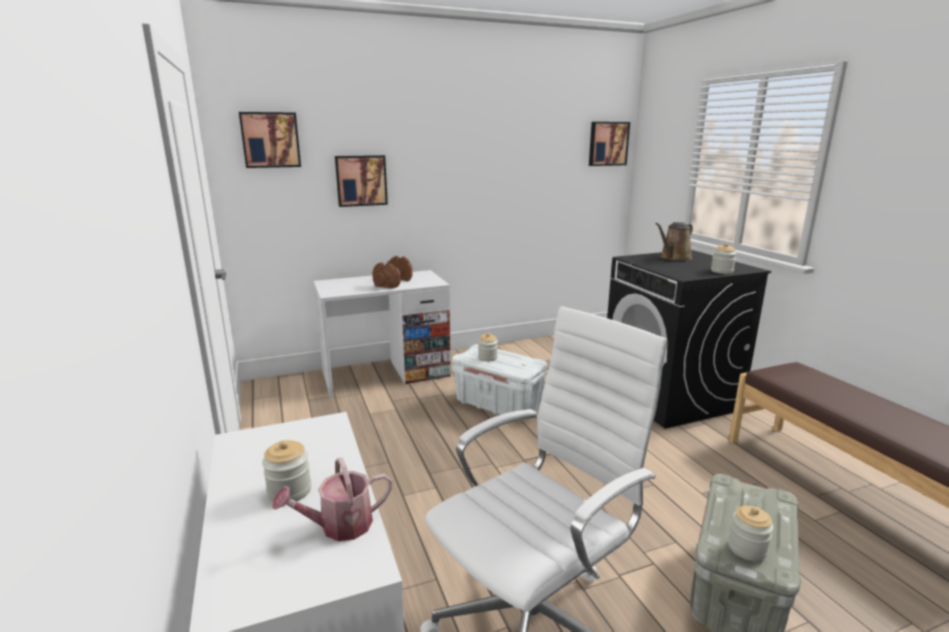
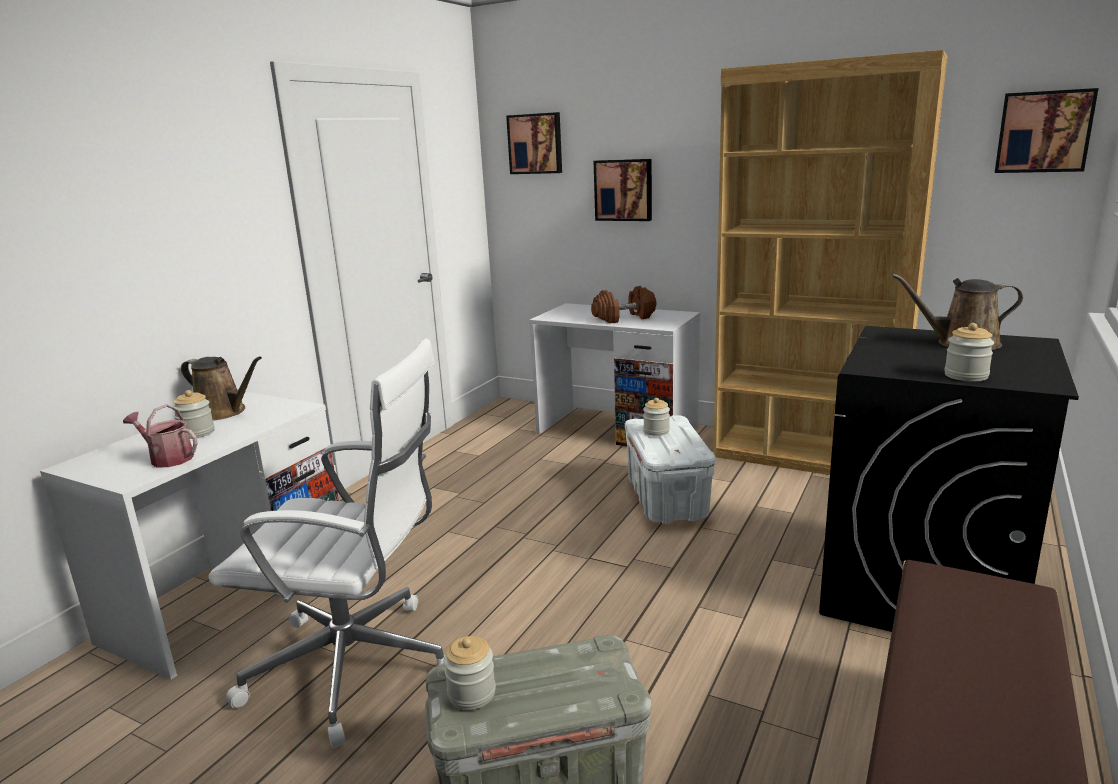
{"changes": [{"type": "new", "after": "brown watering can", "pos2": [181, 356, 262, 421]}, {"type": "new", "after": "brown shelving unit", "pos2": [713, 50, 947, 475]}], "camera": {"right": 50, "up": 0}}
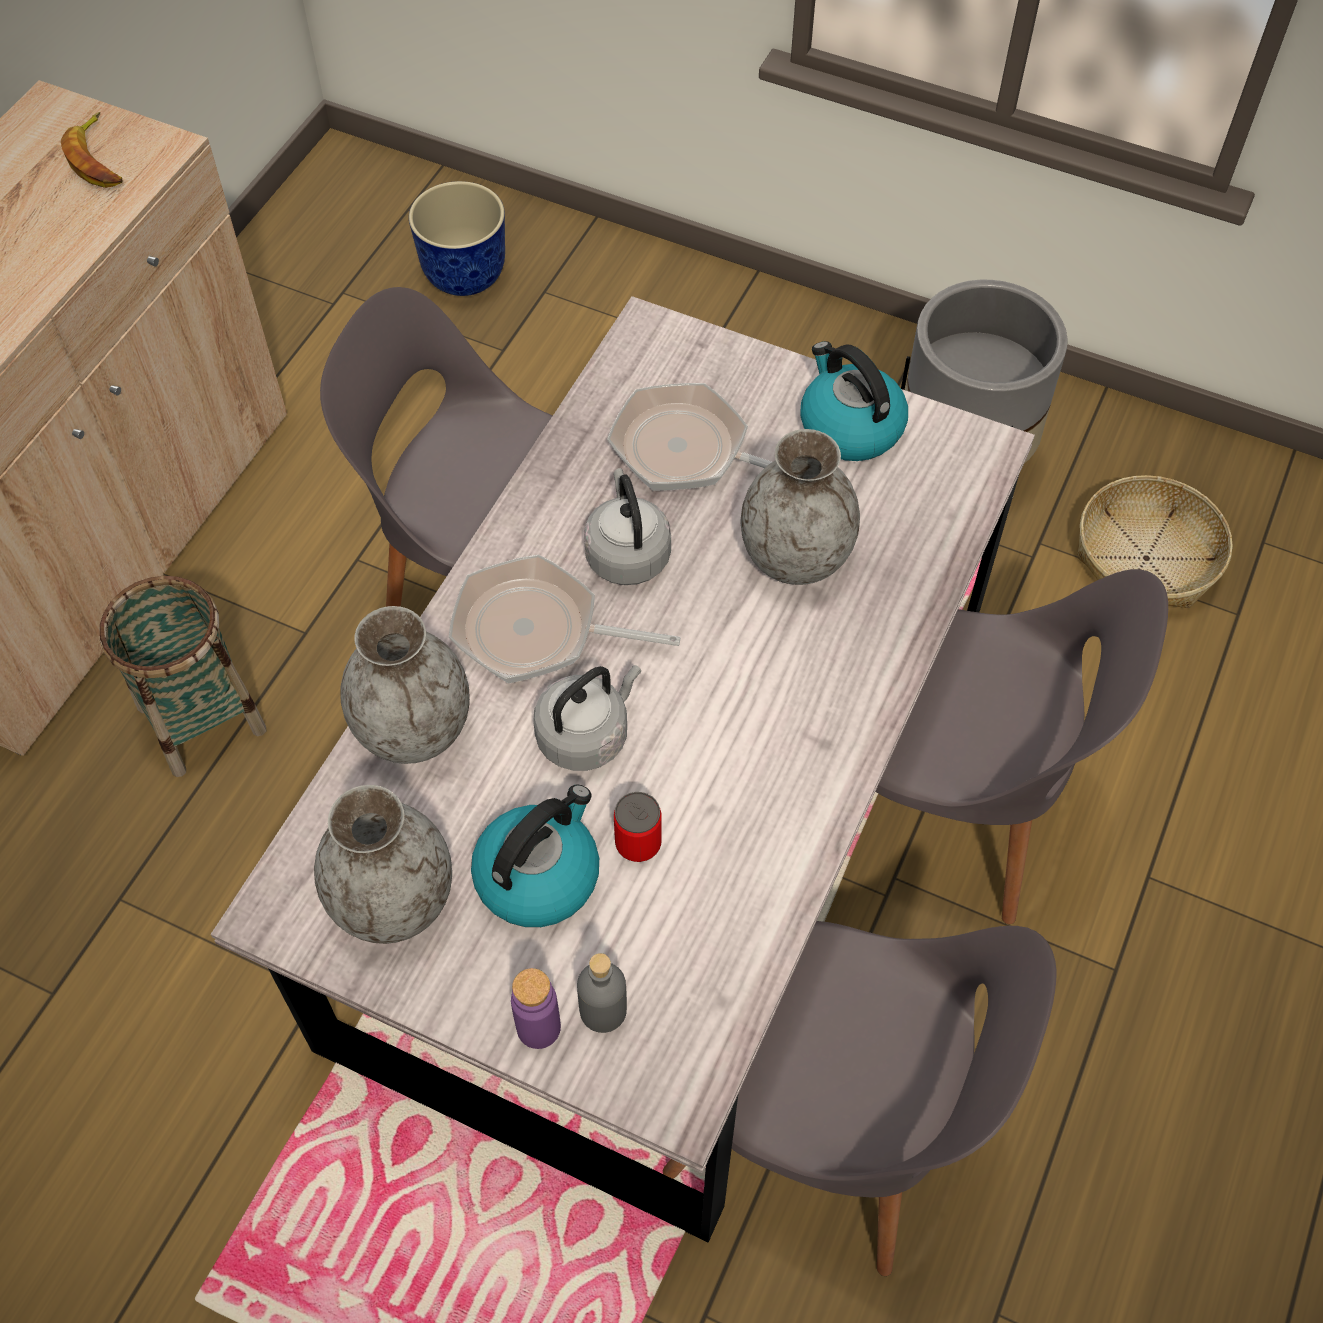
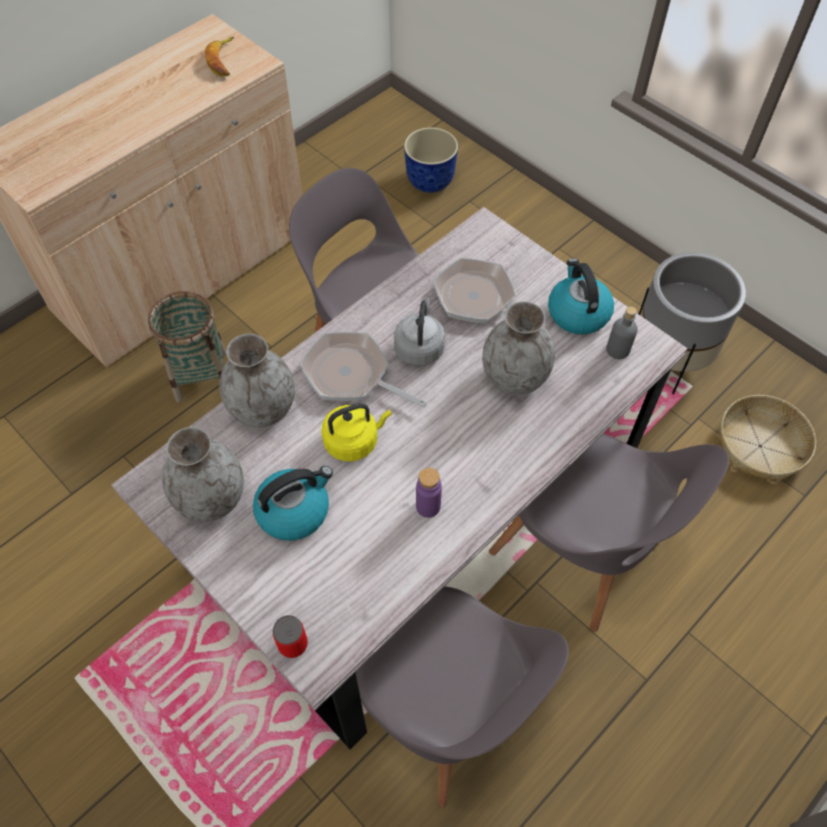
{"changes": [{"type": "shifted", "before": "purple-coloured beverage bottle", "pos1": [511, 968, 561, 1049], "pos2": [416, 468, 442, 518]}, {"type": "shifted", "before": "greyish beverage bottle", "pos1": [577, 953, 627, 1033], "pos2": [606, 306, 638, 359]}, {"type": "shifted", "before": "sealed can", "pos1": [614, 792, 662, 862], "pos2": [273, 615, 308, 658]}, {"type": "repainted", "before": "greyish water kettle", "after": "yellowish water kettle", "pos1": [533, 665, 641, 771], "pos2": [321, 403, 392, 461]}], "camera": {"right": 20, "up": 0}}
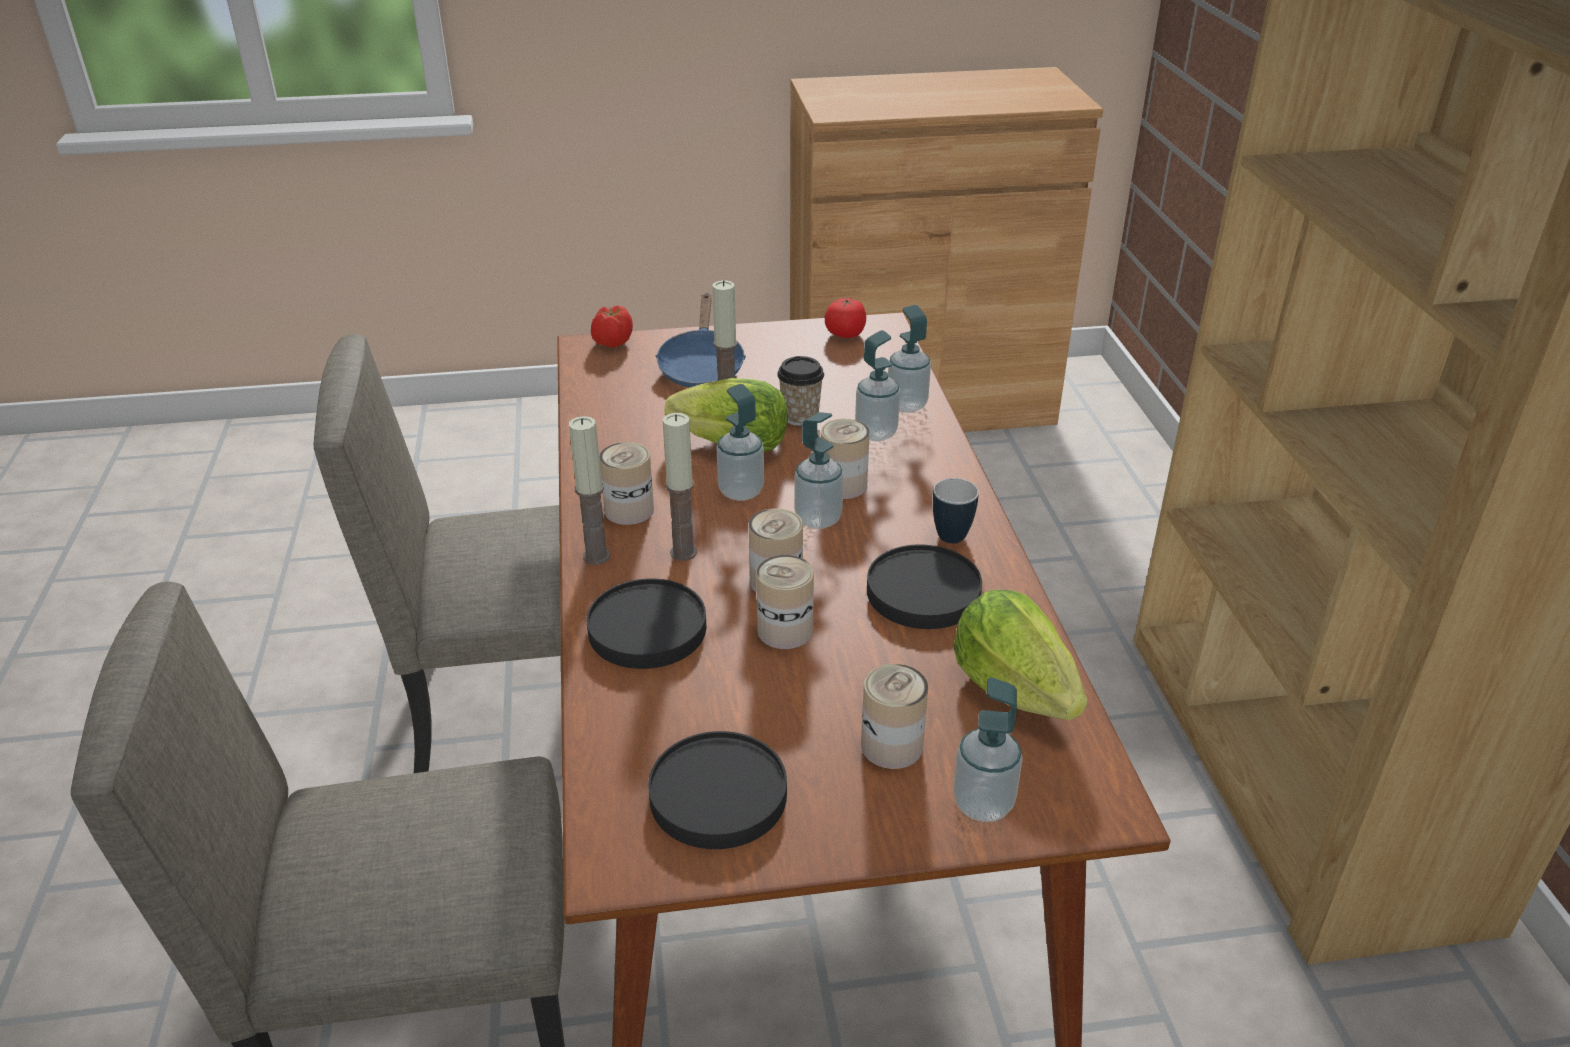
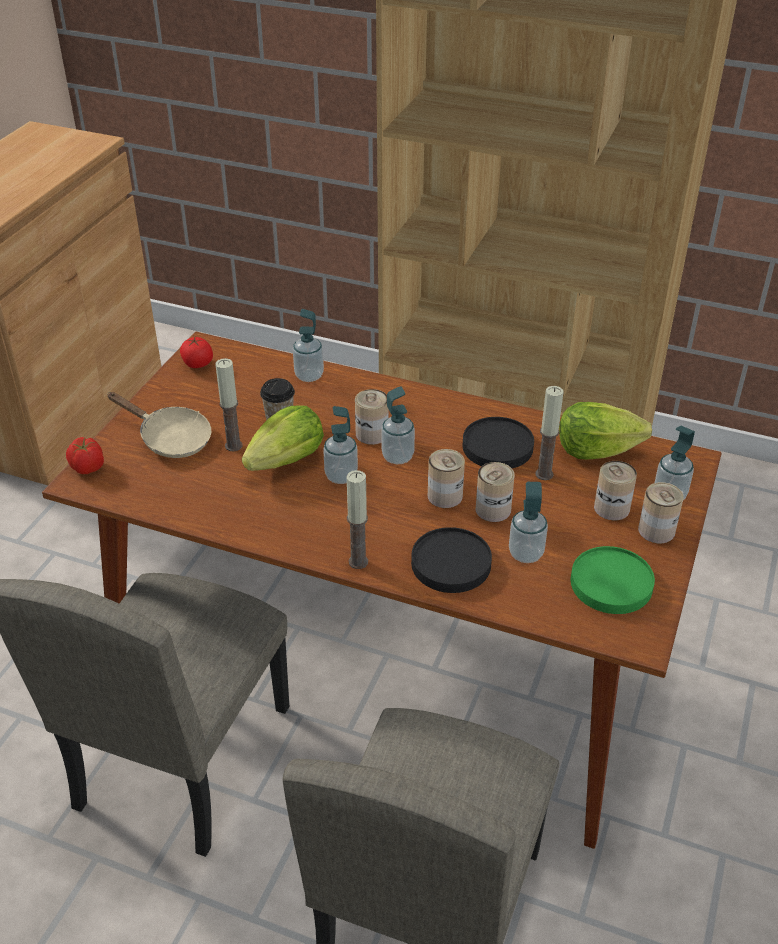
{"changes": [{"type": "gone", "before": "tea mug", "pos1": [933, 478, 979, 543]}, {"type": "shifted", "before": "sealed can", "pos1": [599, 442, 654, 525], "pos2": [638, 482, 684, 543]}, {"type": "shifted", "before": "wax light", "pos1": [663, 413, 697, 561], "pos2": [535, 386, 564, 480]}, {"type": "shifted", "before": "liquid soap bottle", "pos1": [855, 330, 900, 441], "pos2": [509, 482, 548, 563]}, {"type": "repainted", "before": "black-coloured plate", "after": "green-coloured plate", "pos1": [648, 731, 787, 849], "pos2": [571, 546, 655, 614]}, {"type": "repainted", "before": "bluish skillet", "after": "sand-coloured skillet", "pos1": [655, 293, 746, 387], "pos2": [107, 392, 211, 458]}], "camera": {"right": -60, "up": 5}}
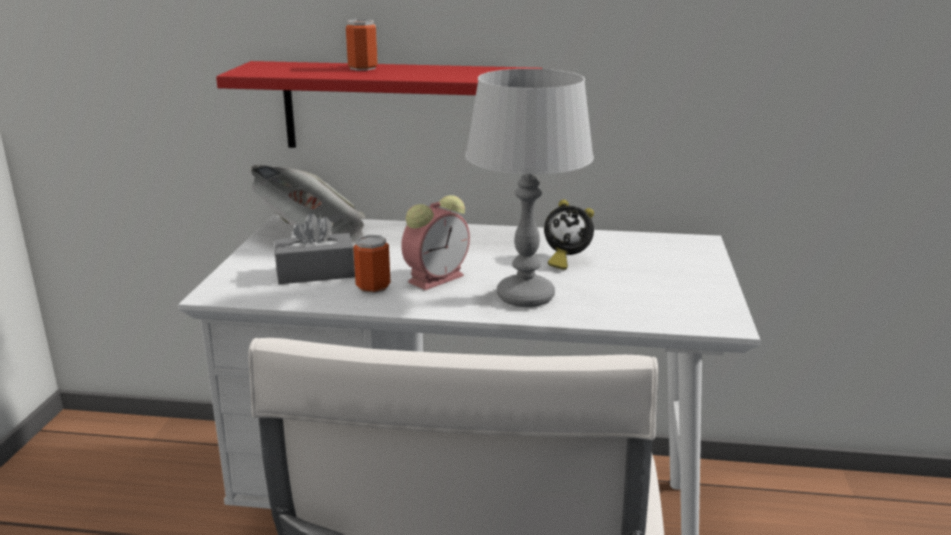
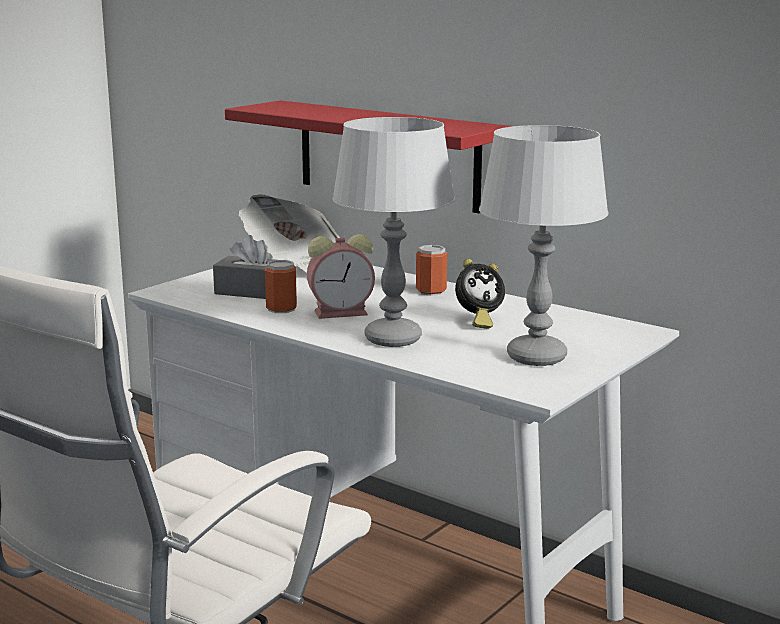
{"changes": [{"type": "new", "after": "greyish table lamp", "pos2": [479, 125, 609, 366]}, {"type": "shifted", "before": "sealed can", "pos1": [346, 19, 378, 70], "pos2": [416, 245, 447, 296]}, {"type": "rotated", "before": "alarm clock", "pos1": [544, 200, 594, 270], "pos2": [455, 259, 505, 329], "turn": -60}], "camera": {"right": 30, "up": -5}}
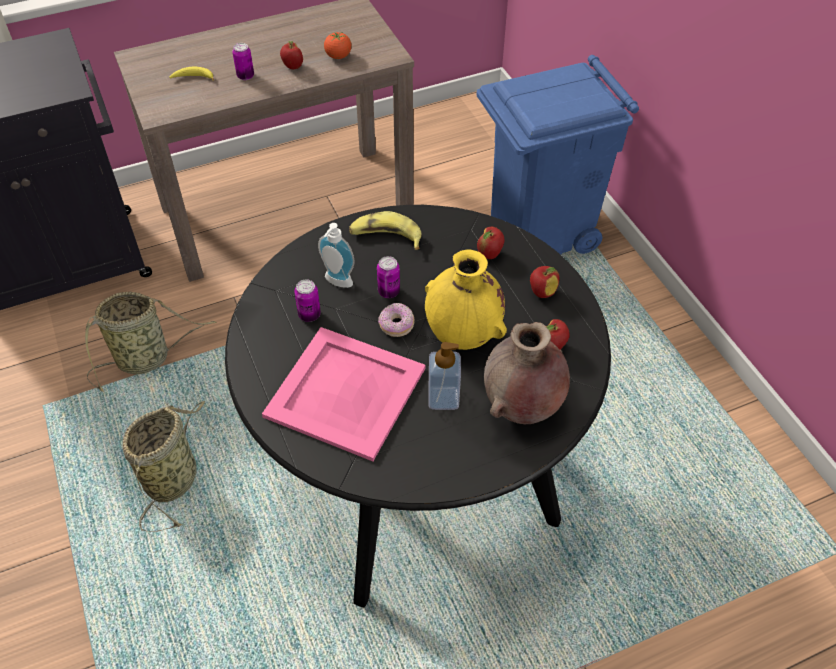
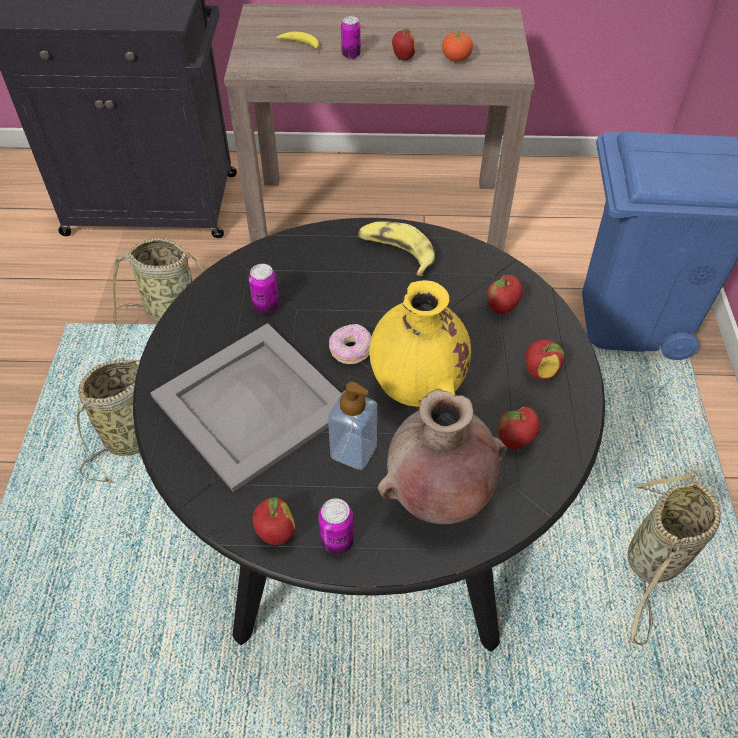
{"changes": [{"type": "gone", "before": "liquid soap bottle", "pos1": [318, 223, 355, 288]}, {"type": "new", "after": "apple", "pos2": [252, 497, 295, 545]}, {"type": "new", "after": "storage basket", "pos2": [628, 470, 721, 646]}, {"type": "shifted", "before": "sealed can", "pos1": [377, 256, 400, 298], "pos2": [318, 498, 354, 554]}, {"type": "repainted", "before": "pinkish carrying tray", "after": "greyish carrying tray", "pos1": [262, 327, 426, 461], "pos2": [150, 323, 341, 492]}], "camera": {"right": 25, "up": 0}}
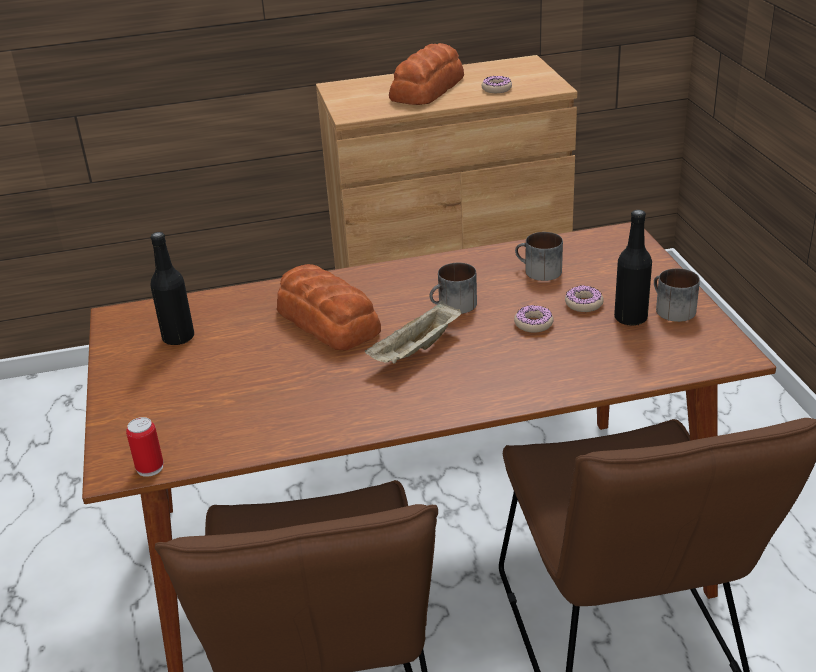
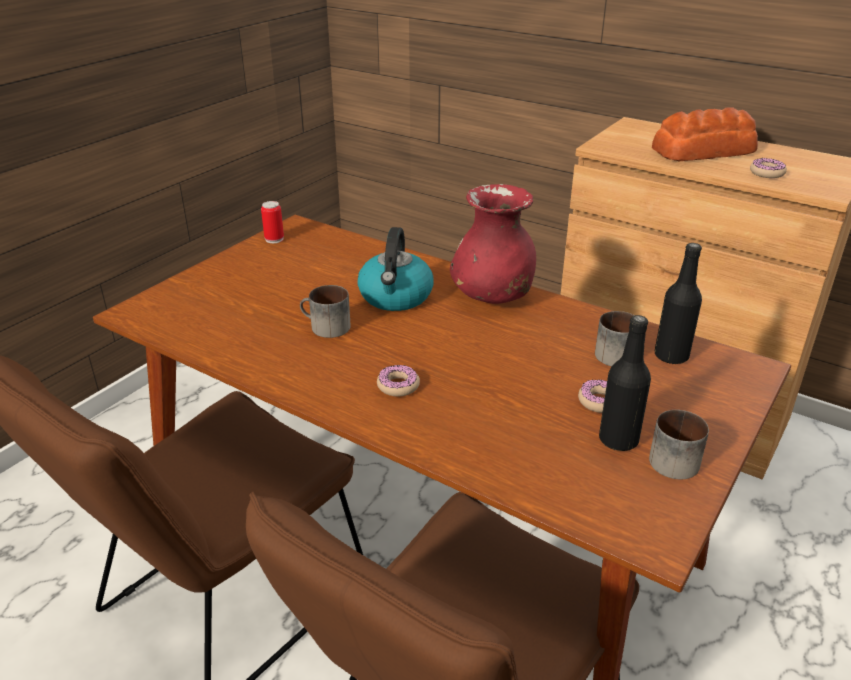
{"changes": [{"type": "gone", "before": "sand-coloured carrying tray", "pos1": [365, 301, 462, 364]}, {"type": "new", "after": "red decorative vase", "pos2": [450, 184, 536, 304]}, {"type": "shifted", "before": "sealed can", "pos1": [126, 417, 163, 477], "pos2": [261, 201, 284, 243]}, {"type": "shifted", "before": "black-coloured beverage bottle", "pos1": [150, 232, 194, 345], "pos2": [655, 243, 702, 365]}, {"type": "shifted", "before": "tea mug", "pos1": [429, 263, 477, 314], "pos2": [300, 285, 351, 338]}, {"type": "shifted", "before": "donut", "pos1": [514, 305, 554, 332], "pos2": [377, 365, 420, 397]}, {"type": "swapped", "before": "bread", "after": "water kettle", "pos1": [277, 264, 381, 350], "pos2": [357, 227, 434, 311]}], "camera": {"right": 45, "up": 0}}
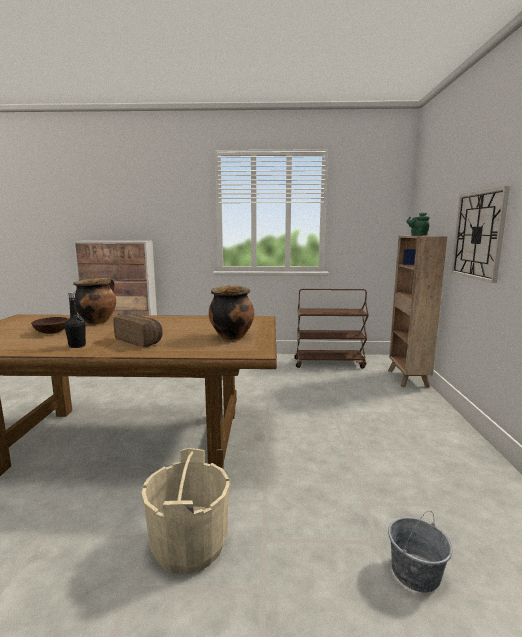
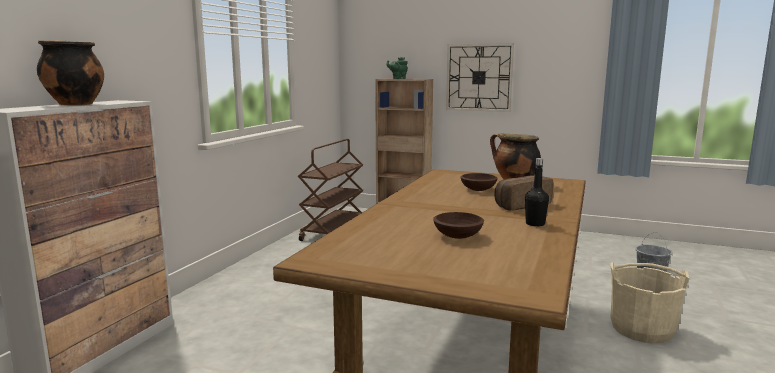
{"changes": [{"type": "new", "after": "brown bowl", "pos2": [461, 173, 498, 191]}, {"type": "shifted", "before": "cooking pot", "pos1": [73, 278, 116, 325], "pos2": [37, 40, 104, 106]}], "camera": {"right": -70, "up": 0}}
